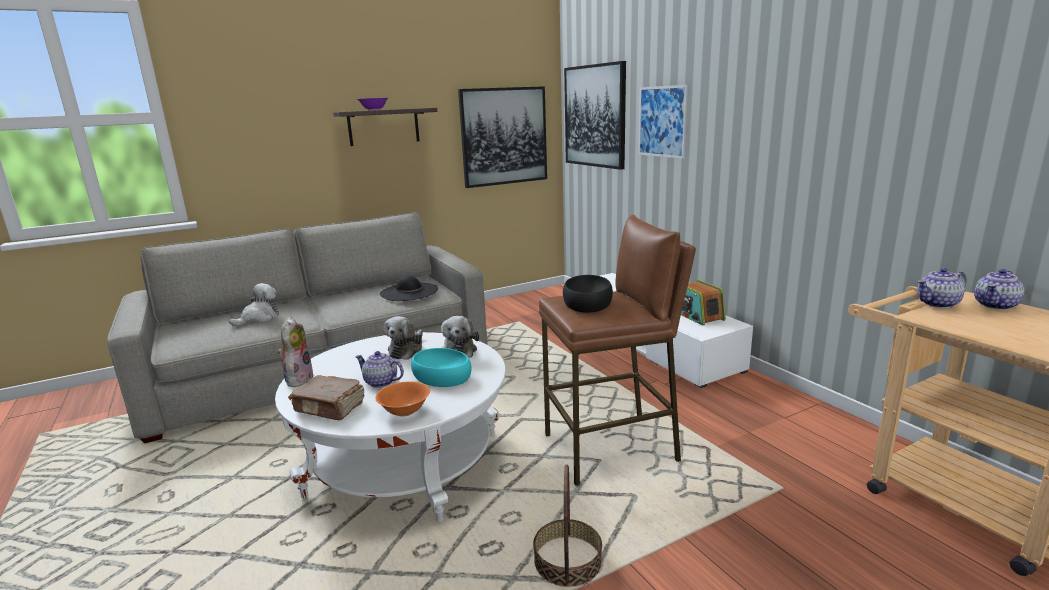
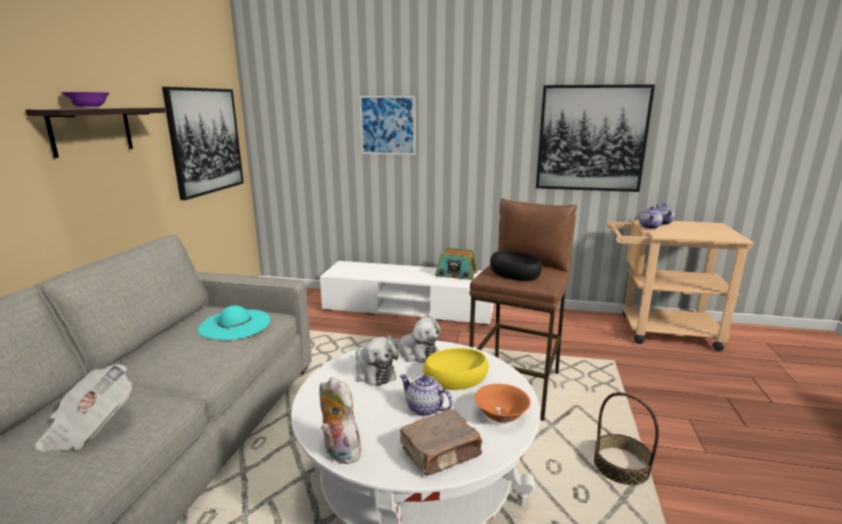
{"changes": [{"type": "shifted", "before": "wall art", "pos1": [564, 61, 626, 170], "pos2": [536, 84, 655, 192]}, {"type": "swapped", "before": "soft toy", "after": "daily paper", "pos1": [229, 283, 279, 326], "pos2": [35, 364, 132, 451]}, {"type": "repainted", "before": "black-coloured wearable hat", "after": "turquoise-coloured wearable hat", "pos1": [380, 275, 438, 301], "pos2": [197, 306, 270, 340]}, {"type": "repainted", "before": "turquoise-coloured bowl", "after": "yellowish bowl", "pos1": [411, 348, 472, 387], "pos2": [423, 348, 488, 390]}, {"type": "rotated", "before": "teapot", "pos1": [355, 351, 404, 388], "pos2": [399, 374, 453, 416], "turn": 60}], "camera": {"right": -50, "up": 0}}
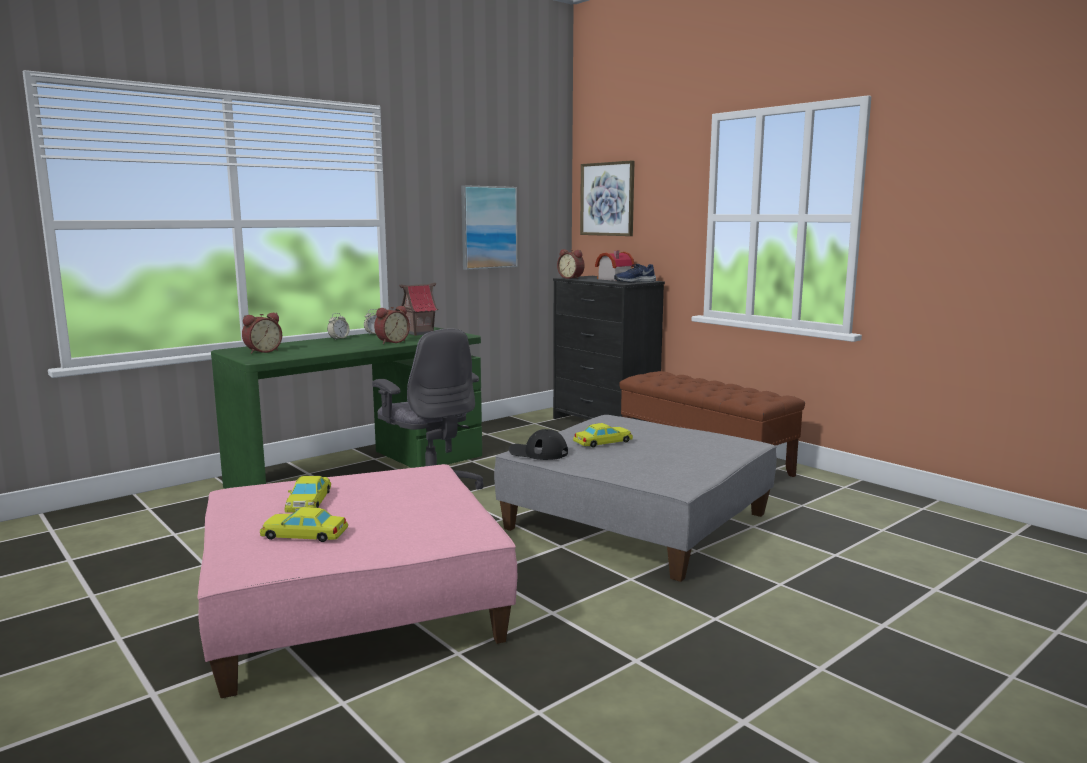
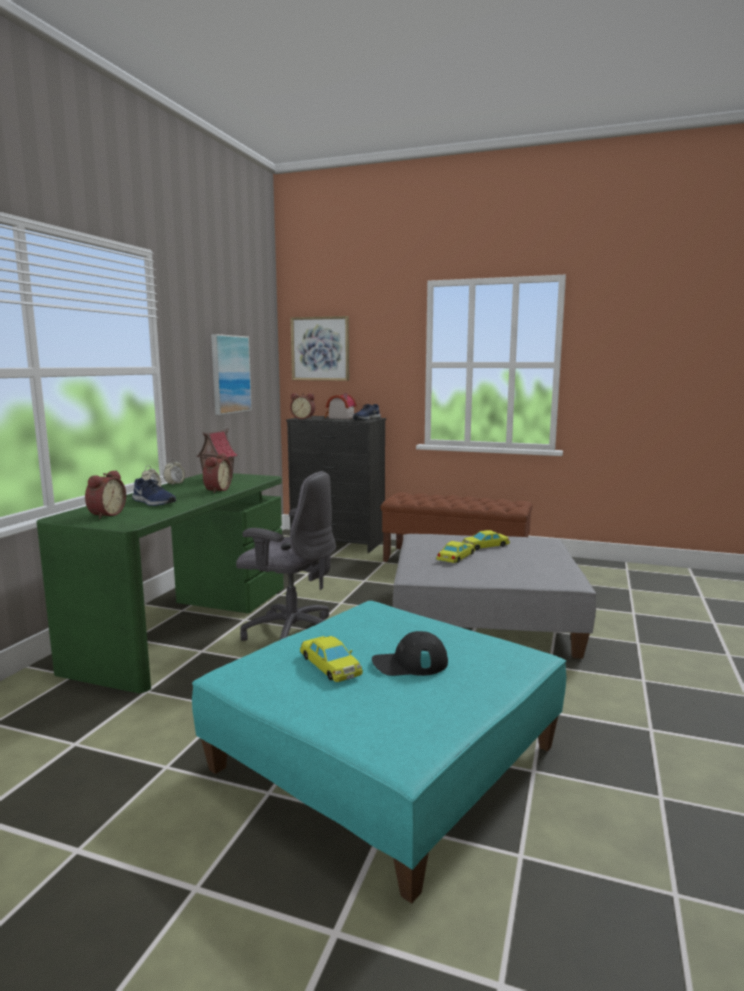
{"changes": [{"type": "new", "after": "bluish low shoe", "pos2": [132, 478, 176, 506]}, {"type": "shifted", "before": "yellowish miniature car", "pos1": [260, 507, 348, 542], "pos2": [462, 530, 510, 550]}, {"type": "shifted", "before": "black-coloured cap", "pos1": [509, 429, 568, 460], "pos2": [372, 631, 448, 676]}, {"type": "repainted", "before": "pinkish pouffe", "after": "turquoise-coloured pouffe", "pos1": [197, 464, 517, 698], "pos2": [192, 601, 566, 903]}], "camera": {"right": -30, "up": 0}}
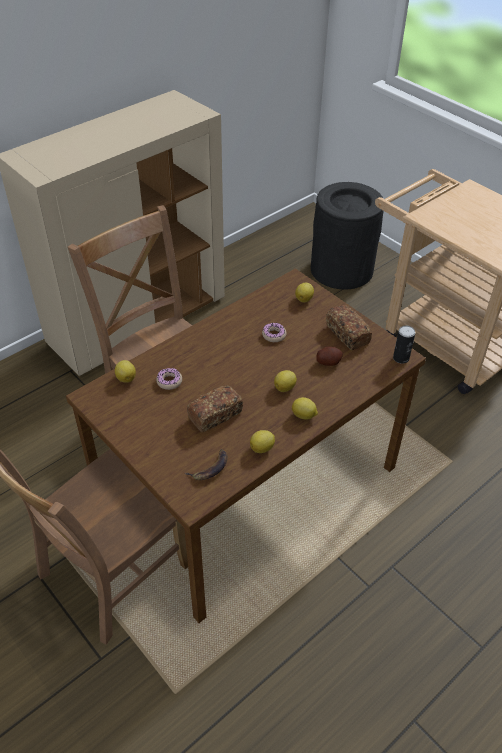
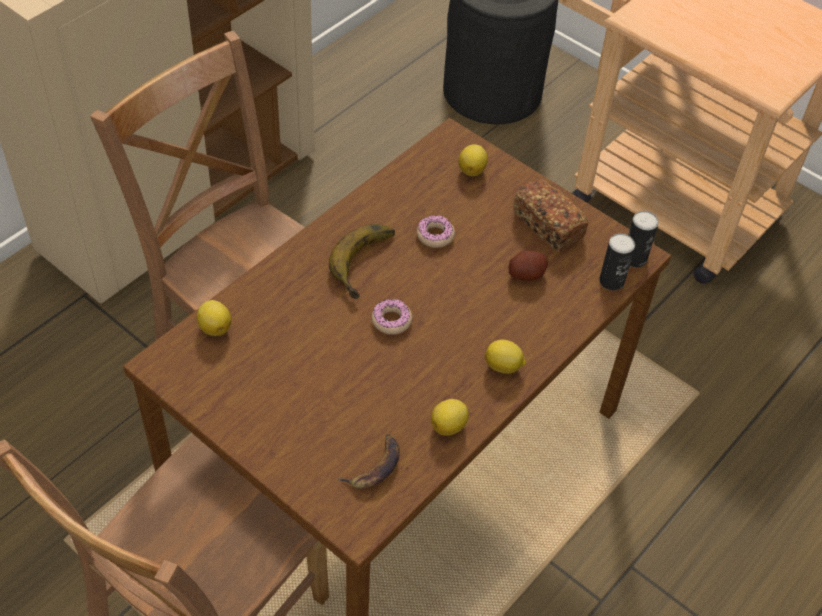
{"changes": [{"type": "gone", "before": "bread", "pos1": [187, 386, 243, 432]}, {"type": "gone", "before": "lemon", "pos1": [274, 370, 297, 392]}, {"type": "new", "after": "whole banana", "pos2": [329, 224, 395, 299]}, {"type": "new", "after": "sealed can", "pos2": [599, 233, 635, 291]}, {"type": "shifted", "before": "donut", "pos1": [156, 368, 182, 390], "pos2": [372, 299, 412, 335]}], "camera": {"right": -10, "up": 5}}
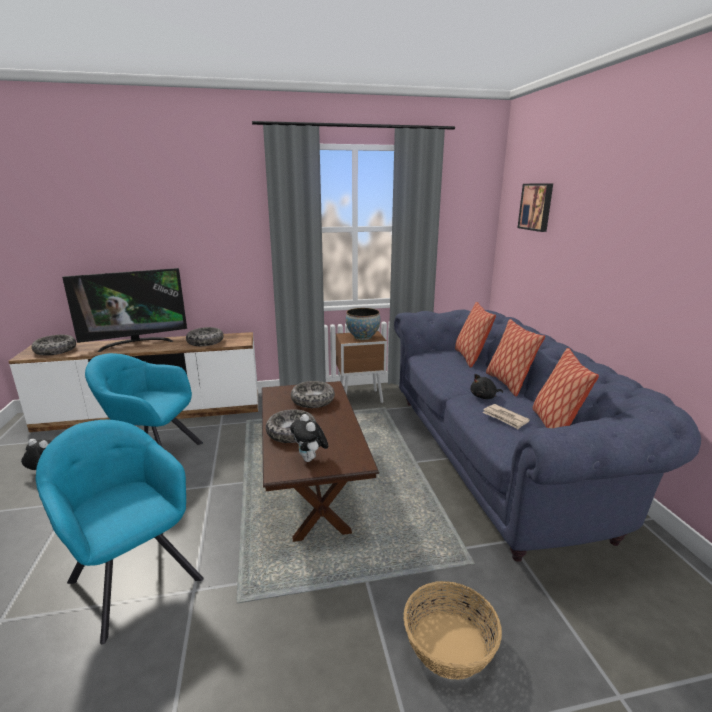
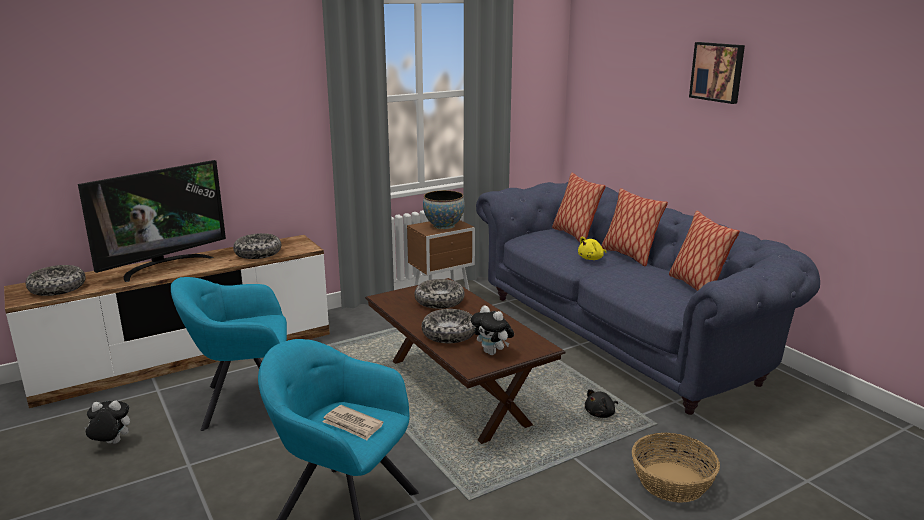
{"changes": [{"type": "new", "after": "yellowish soft toy", "pos2": [578, 237, 606, 260]}, {"type": "shifted", "before": "black-coloured soft toy", "pos1": [470, 374, 503, 399], "pos2": [585, 389, 618, 418]}, {"type": "shifted", "before": "daily paper", "pos1": [482, 404, 530, 429], "pos2": [322, 405, 384, 440]}, {"type": "shifted", "before": "wall art", "pos1": [518, 183, 553, 232], "pos2": [689, 42, 745, 104]}], "camera": {"right": -20, "up": 0}}
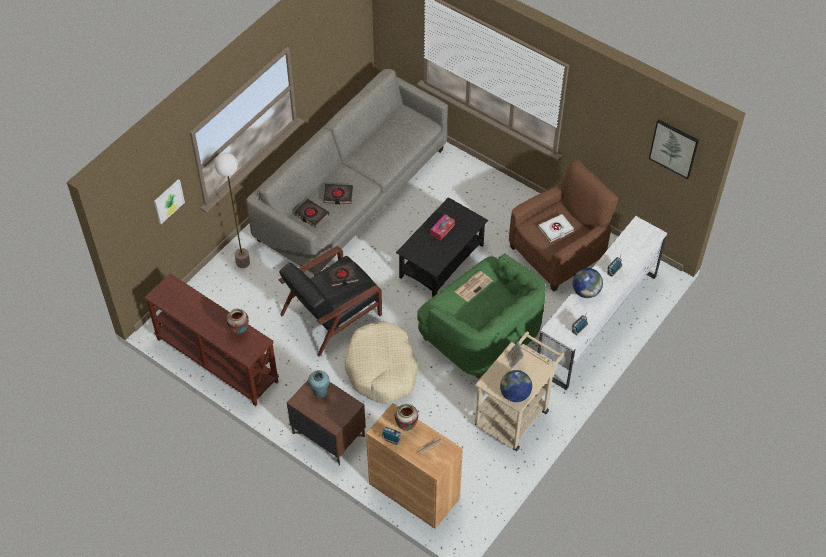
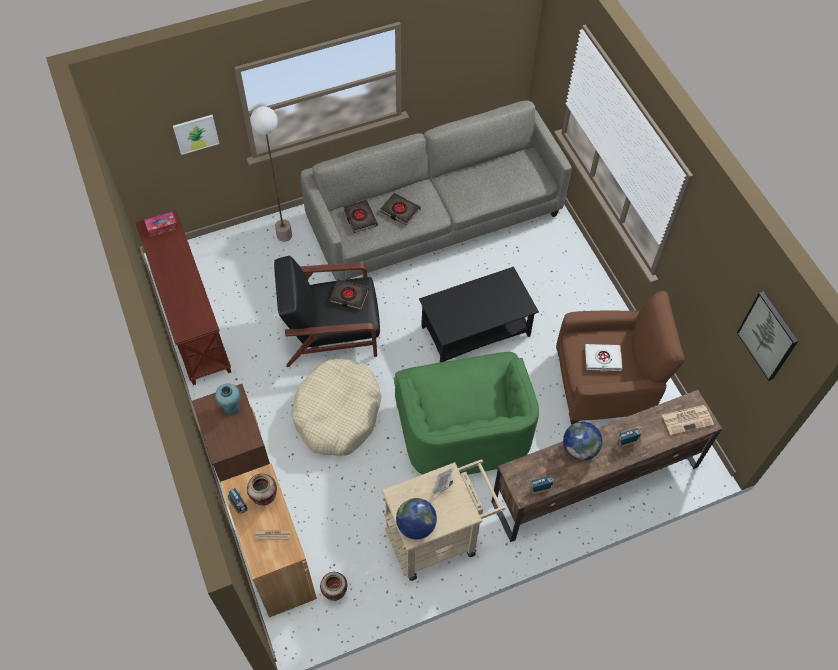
{"changes": [{"type": "shifted", "before": "decorative vase", "pos1": [226, 309, 249, 335], "pos2": [320, 572, 348, 601]}, {"type": "shifted", "before": "tissue box", "pos1": [430, 214, 455, 241], "pos2": [144, 211, 178, 237]}, {"type": "shifted", "before": "daily paper", "pos1": [454, 271, 493, 302], "pos2": [662, 405, 714, 435]}, {"type": "repainted", "before": "white tv unit", "after": "brown tv unit", "pos1": [538, 216, 667, 390], "pos2": [491, 390, 722, 542]}], "camera": {"right": 30, "up": 5}}
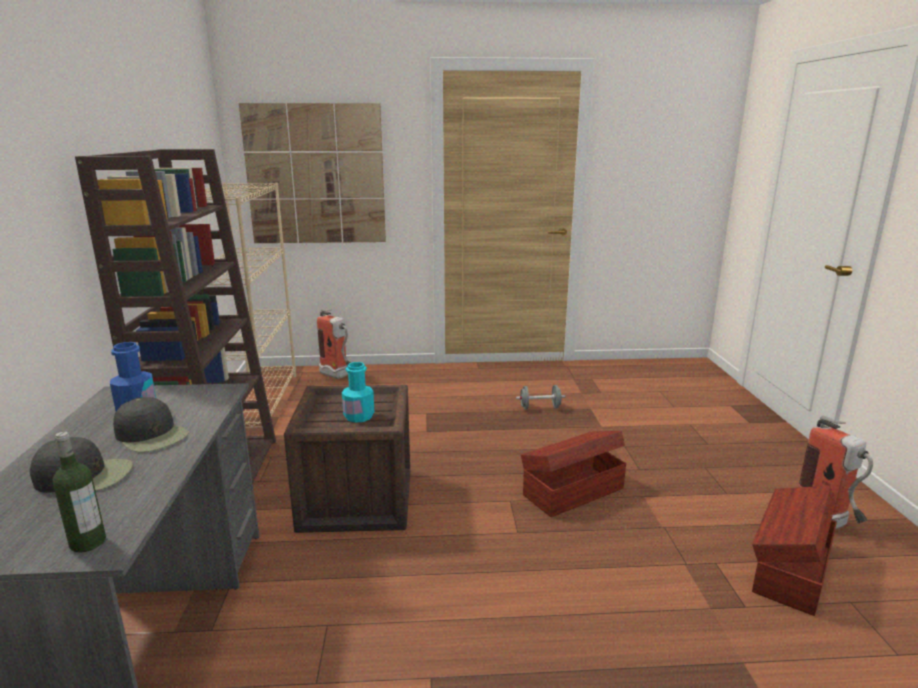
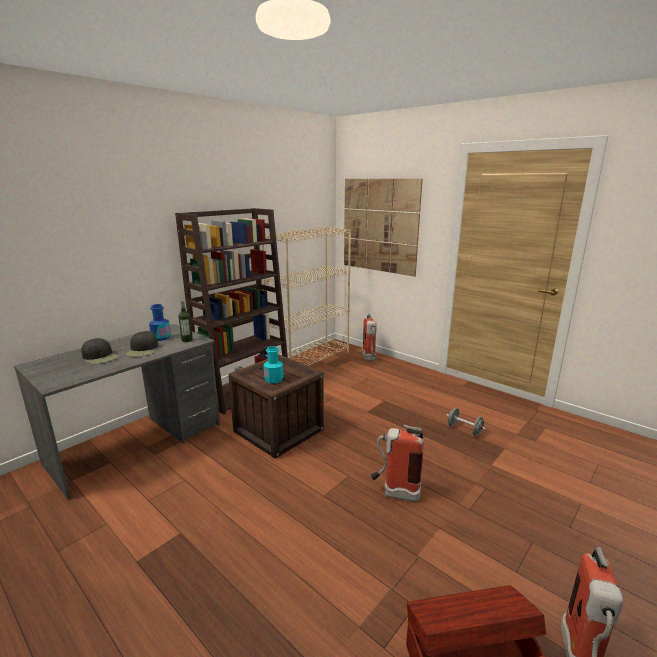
{"changes": [{"type": "shifted", "before": "beverage bottle", "pos1": [53, 431, 106, 553], "pos2": [178, 300, 193, 342]}, {"type": "swapped", "before": "brown storage container", "after": "extinguisher", "pos1": [521, 431, 626, 517], "pos2": [371, 424, 424, 501]}], "camera": {"right": 45, "up": 0}}
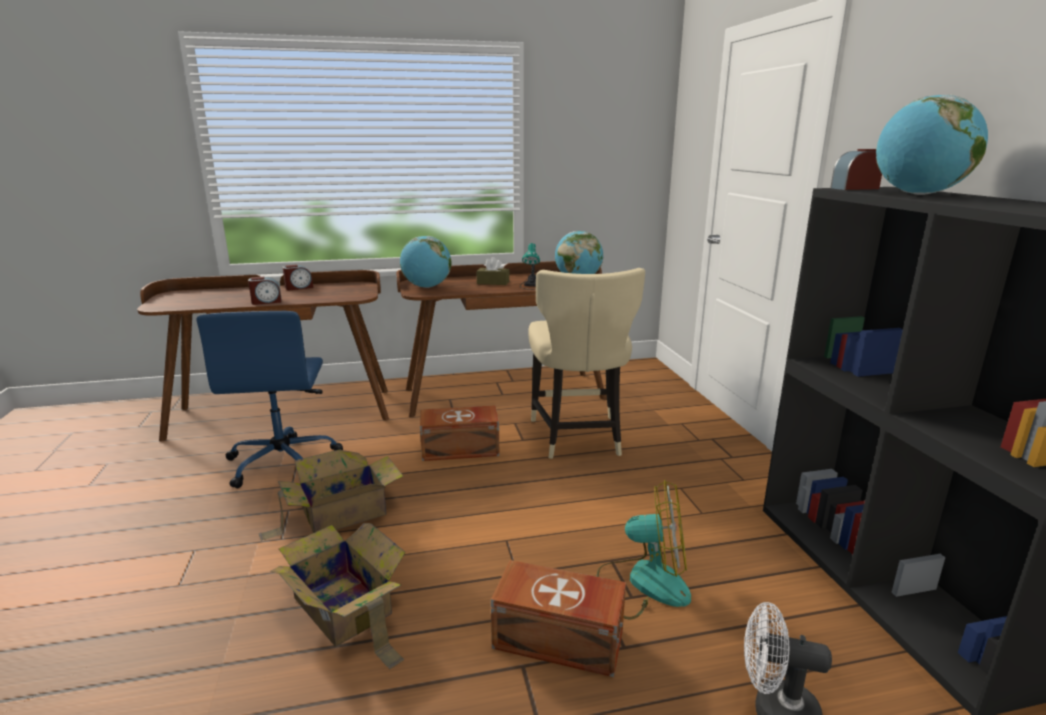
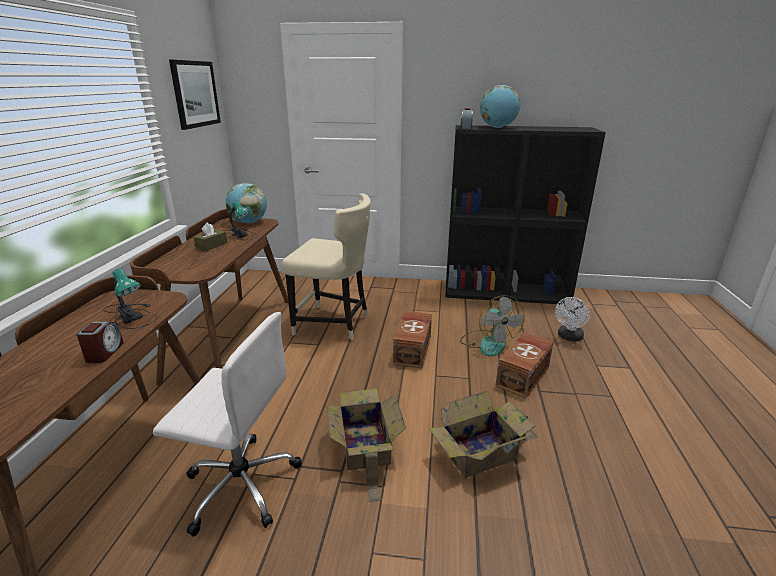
{"changes": [{"type": "gone", "before": "alarm clock", "pos1": [283, 265, 313, 290]}, {"type": "gone", "before": "desk globe", "pos1": [400, 236, 452, 288]}, {"type": "new", "after": "table lamp", "pos2": [103, 268, 157, 329]}, {"type": "new", "after": "wall art", "pos2": [169, 60, 221, 130]}, {"type": "shifted", "before": "brown storage container", "pos1": [420, 405, 499, 461], "pos2": [393, 311, 432, 368]}, {"type": "repainted", "before": "bluish desk chair", "after": "white desk chair", "pos1": [197, 311, 343, 488], "pos2": [153, 312, 302, 537]}, {"type": "rotated", "before": "electric fan", "pos1": [596, 480, 691, 620], "pos2": [460, 295, 525, 356], "turn": 135}], "camera": {"right": -70, "up": 5}}
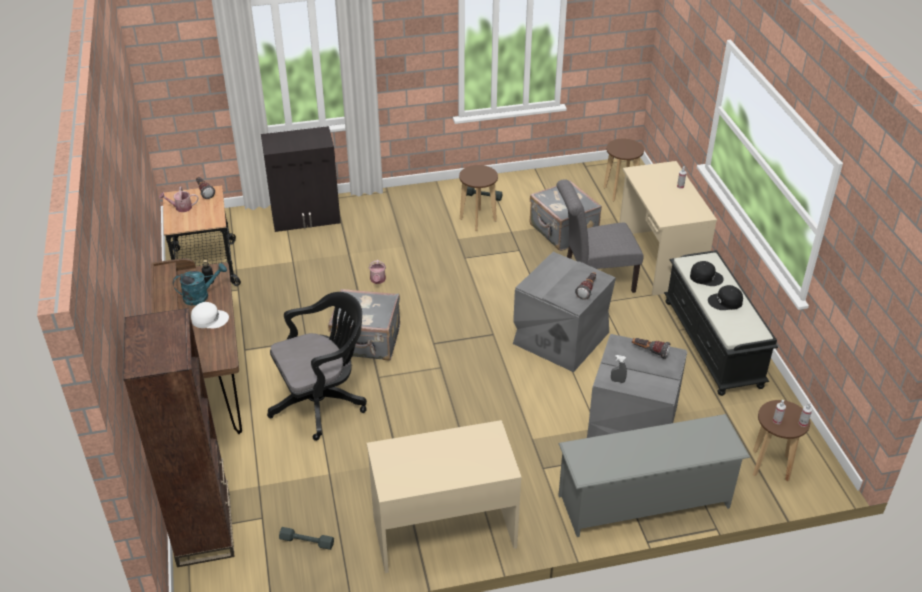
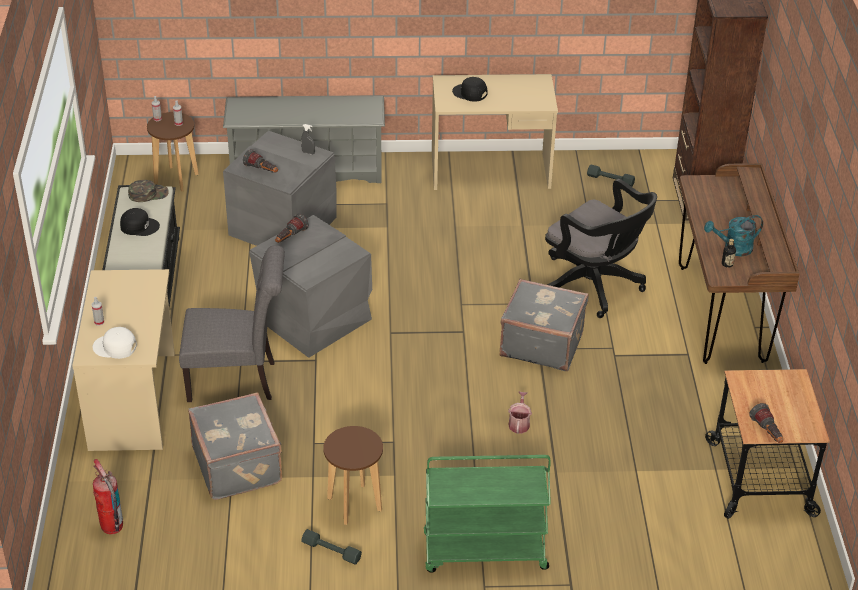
{"changes": [{"type": "gone", "before": "watering can", "pos1": [159, 187, 198, 212]}, {"type": "gone", "before": "black-coloured cupboard", "pos1": [261, 126, 341, 232]}, {"type": "new", "after": "green-coloured cap", "pos2": [128, 180, 169, 202]}, {"type": "new", "after": "green-coloured trolley", "pos2": [424, 455, 551, 573]}, {"type": "shifted", "before": "white cap", "pos1": [191, 302, 229, 328], "pos2": [93, 327, 137, 359]}, {"type": "shifted", "before": "black-coloured cap", "pos1": [690, 261, 724, 286], "pos2": [452, 77, 488, 102]}, {"type": "swapped", "before": "brown stool seat", "after": "extinguisher", "pos1": [603, 139, 644, 201], "pos2": [93, 459, 123, 534]}, {"type": "rotated", "before": "black-coloured desk chair", "pos1": [267, 292, 367, 441], "pos2": [545, 179, 657, 318], "turn": -120}], "camera": {"right": -170, "up": 0}}
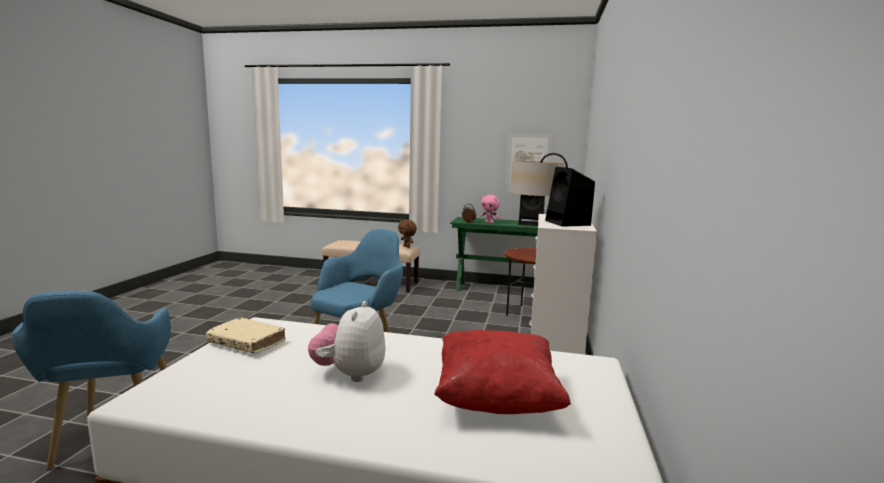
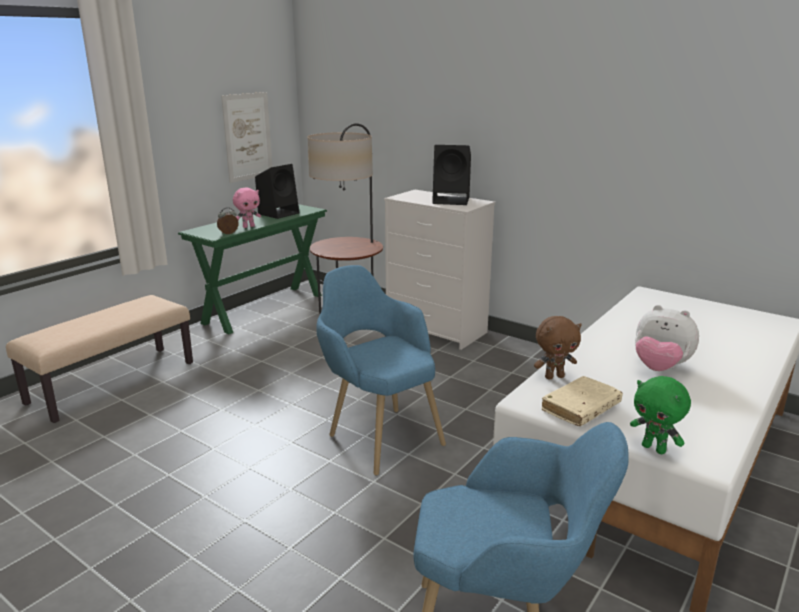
{"changes": [{"type": "gone", "before": "red cushion", "pos1": [434, 330, 571, 414]}, {"type": "new", "after": "green-coloured soft toy", "pos2": [630, 376, 691, 454]}, {"type": "shifted", "before": "brown soft toy", "pos1": [398, 220, 417, 248], "pos2": [534, 316, 582, 379]}], "camera": {"right": -65, "up": 10}}
